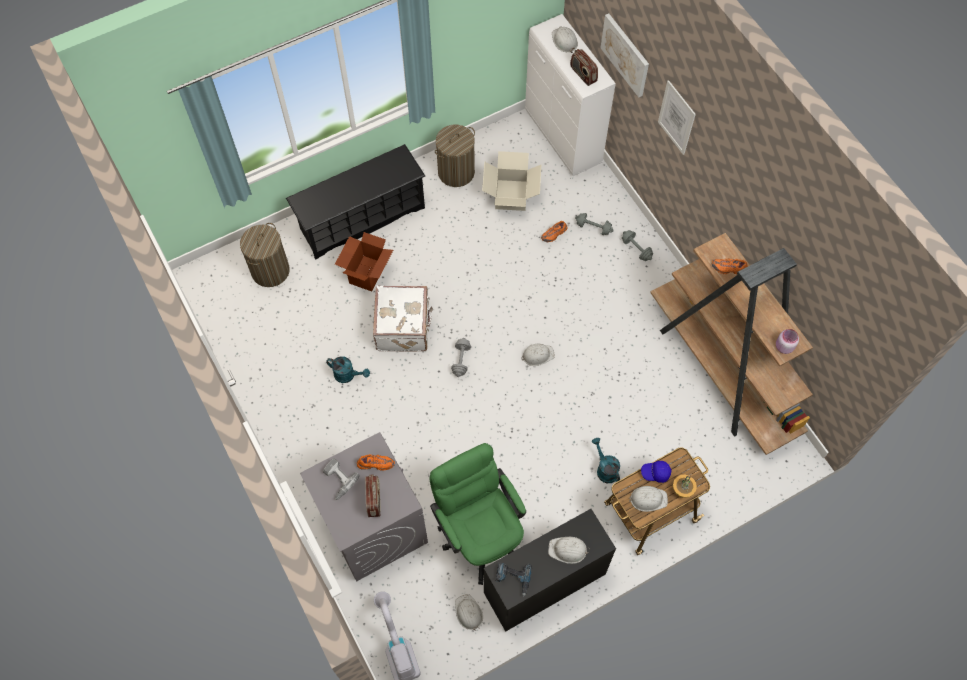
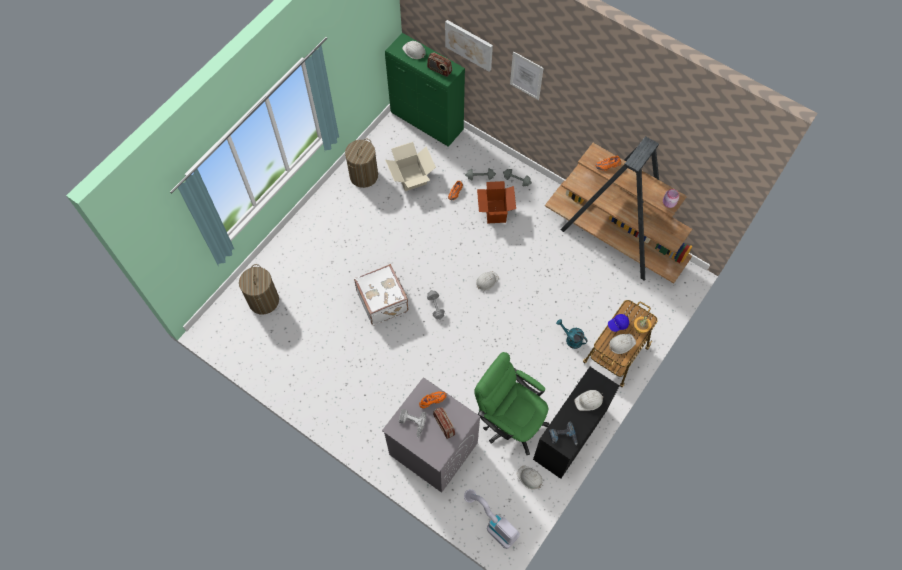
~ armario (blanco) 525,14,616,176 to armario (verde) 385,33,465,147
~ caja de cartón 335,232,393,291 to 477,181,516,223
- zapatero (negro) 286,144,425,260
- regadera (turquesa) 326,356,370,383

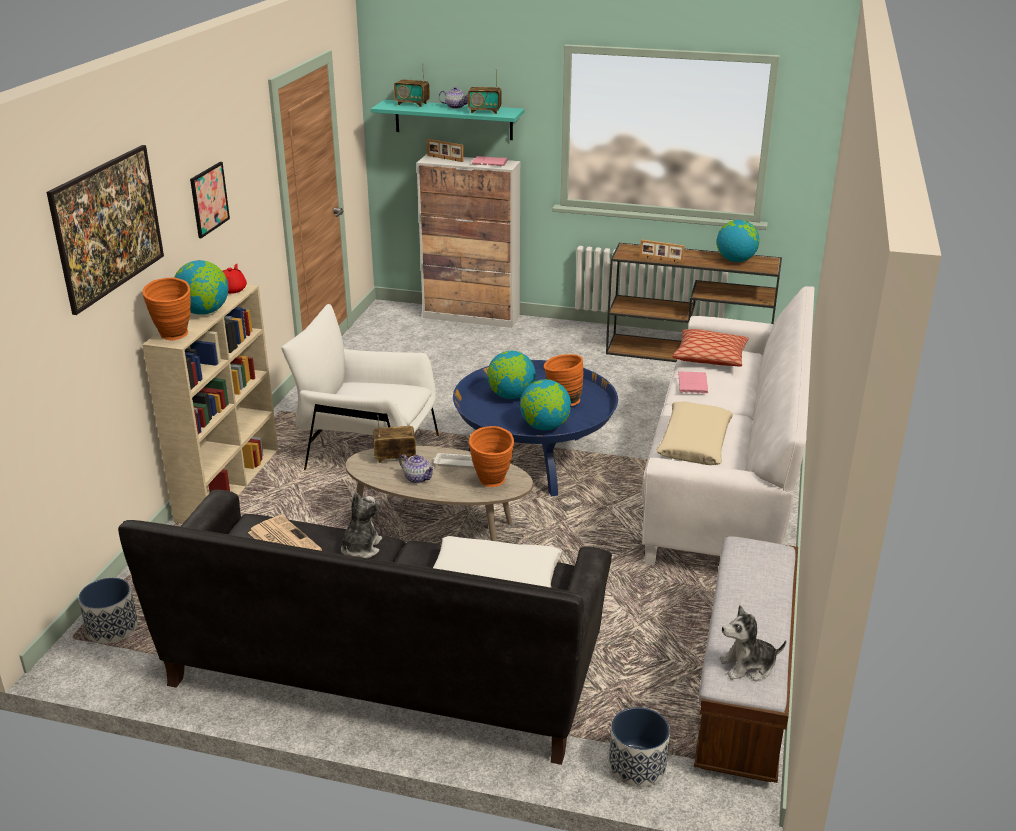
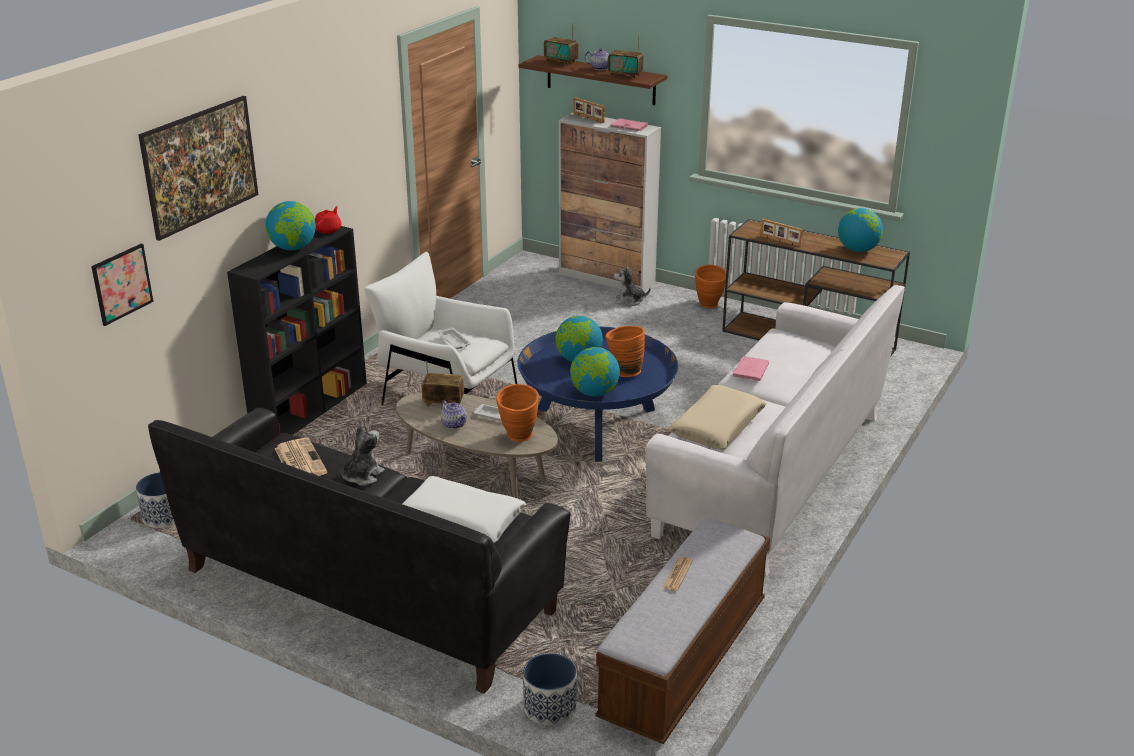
~ cuadro 190,162,230,238 to 91,244,153,326
~ estantería (beis) 142,284,278,523 to estantería (negro) 227,226,367,435
+ bandeja (blanco) 438,327,471,349
~ estante (turquesa) 371,100,524,140 to estante (marrón) 519,55,667,105
~ peluche 720,605,786,681 to 614,266,650,306
+ periódico 663,557,693,591
~ florero (naranja) 142,278,191,340 to 695,265,726,308
- cojín 672,329,749,367

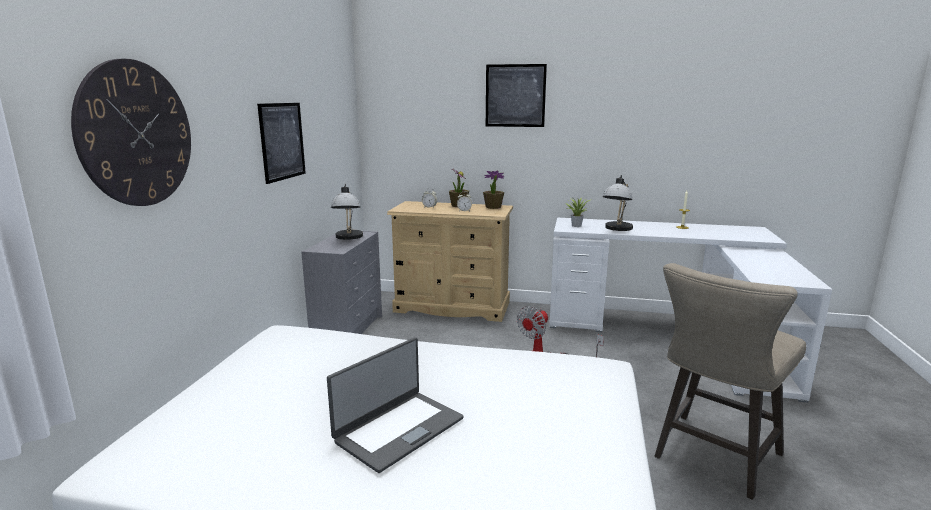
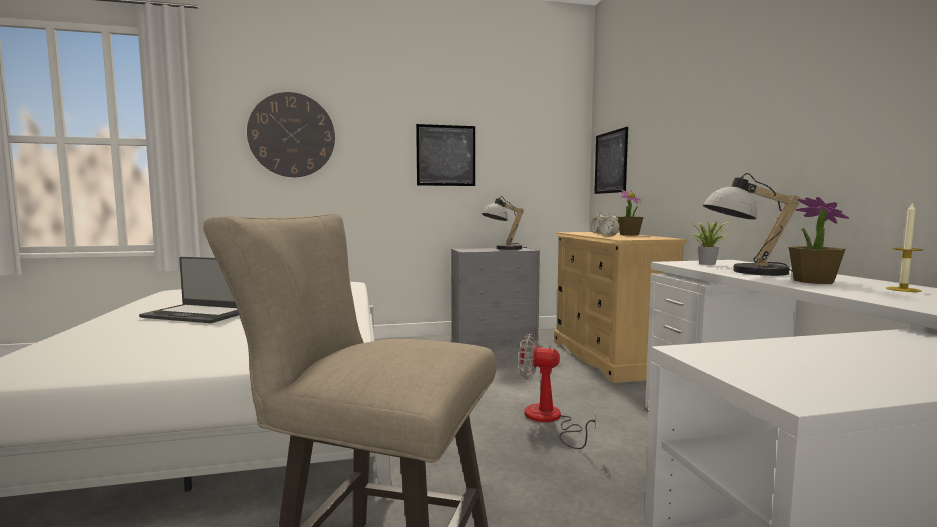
~ cuadro 486,64,547,127 to 594,127,628,194
~ planta en maceta 483,171,504,209 to 789,197,849,284

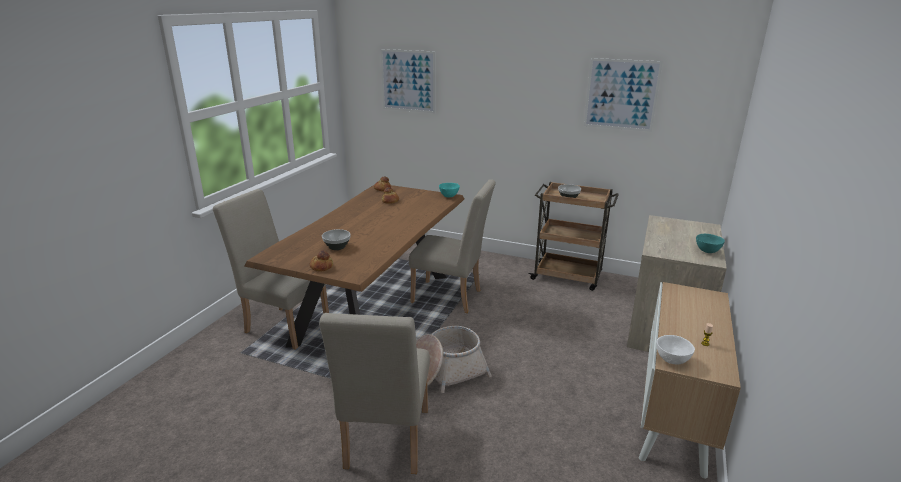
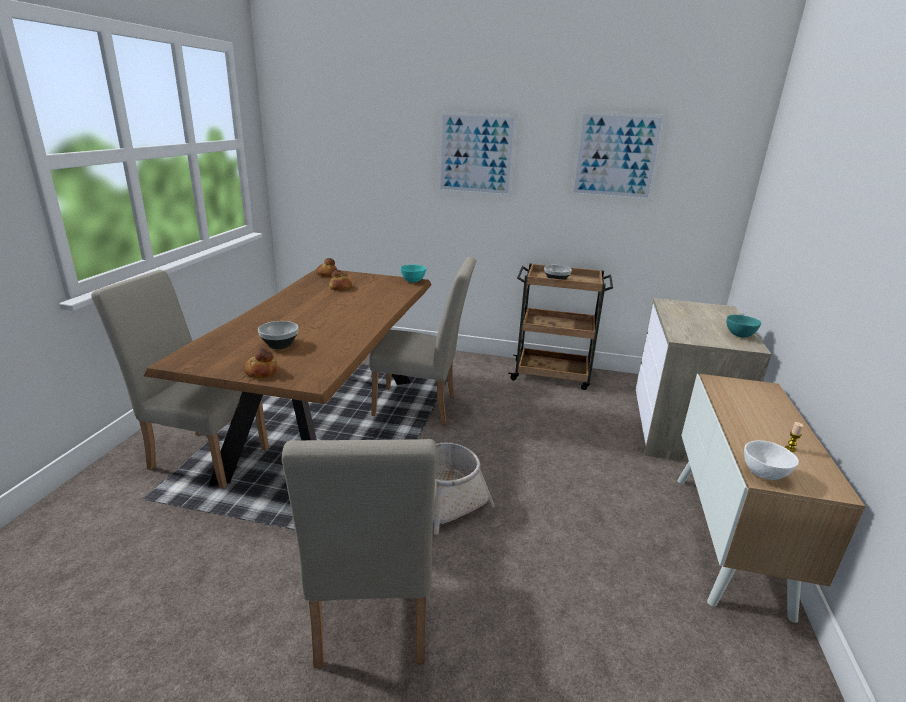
~ cuadro 381,49,436,113 to 438,112,517,197

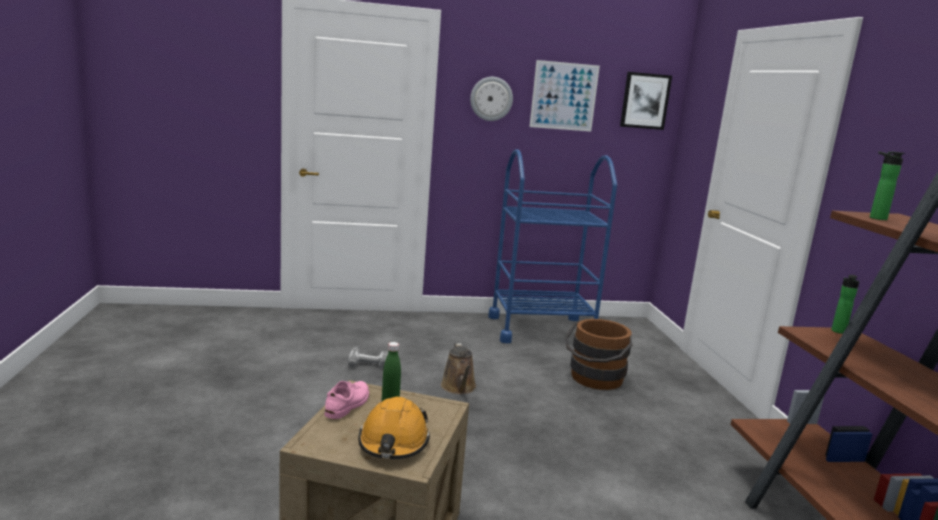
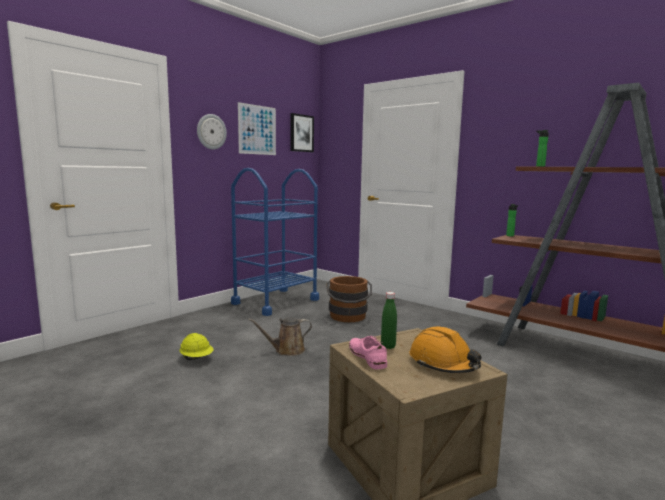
~ taladro 348,346,389,369 to casco (amarillo) 179,333,213,360
~ regadera (marrón) 441,343,476,394 = 248,317,312,356 120 degrees clockwise

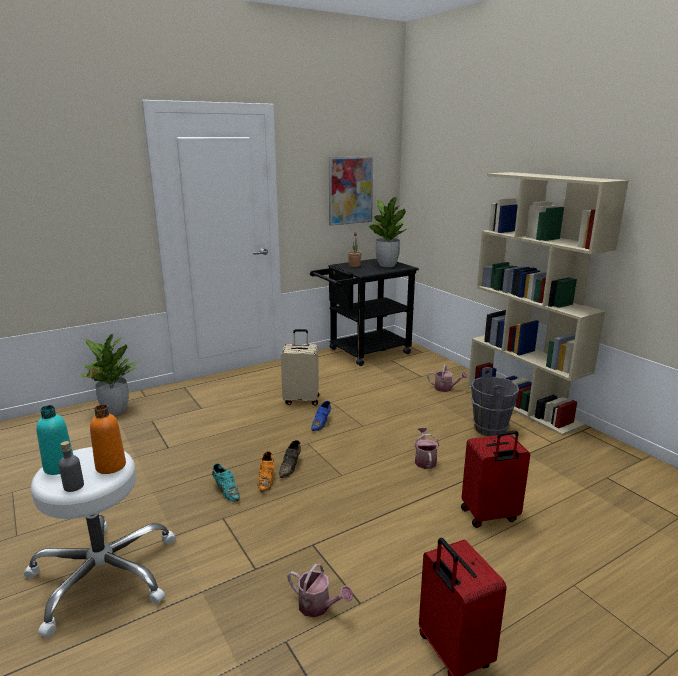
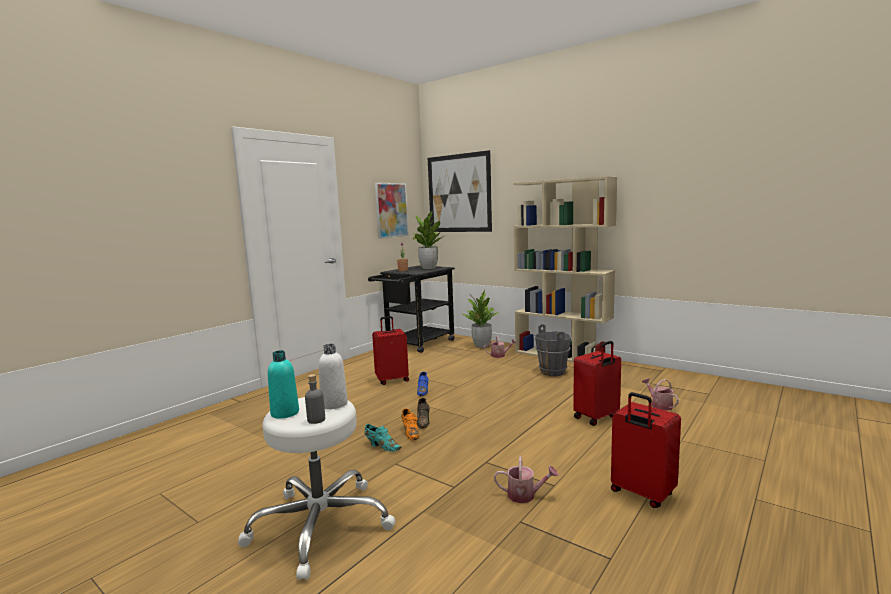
~ botella (naranja) 90,405,126,474 to botella (blanco) 319,344,348,409
~ maleta (beis) 281,329,319,406 to maleta (rojo) 372,316,409,385
+ cuadro 428,150,492,232
~ planta en maceta 79,333,138,415 to 463,290,500,348
~ regadera 414,428,439,469 to 642,378,679,411

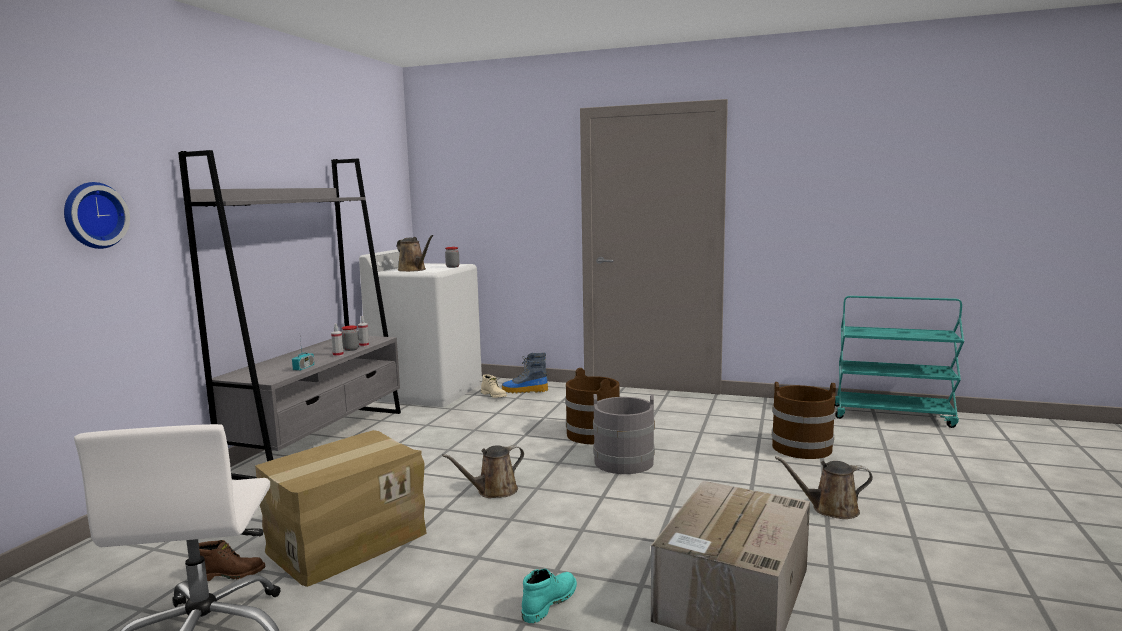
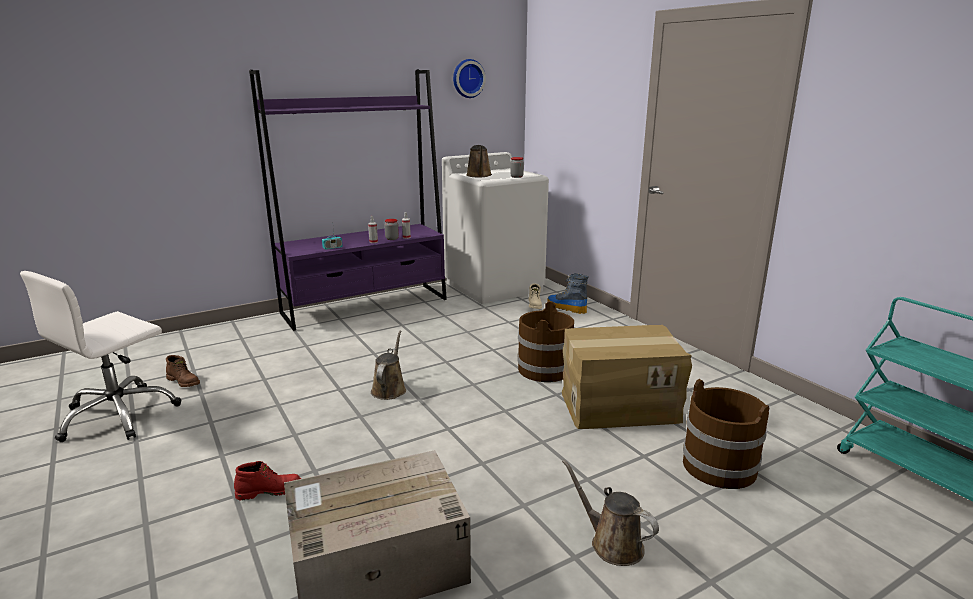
~ bota (turquesa) 522,568,577,623 to bota (rojo) 234,461,302,501
~ estantería (gris) 178,150,401,480 to estantería (morado) 249,70,447,331
~ regadera (marrón) 442,445,524,498 = 371,330,406,400 90 degrees clockwise
~ reloj de pared 64,182,130,249 to 453,59,486,98
~ caja de cartón 255,430,427,587 to 562,325,692,429
- cubo (gris) 593,394,655,474

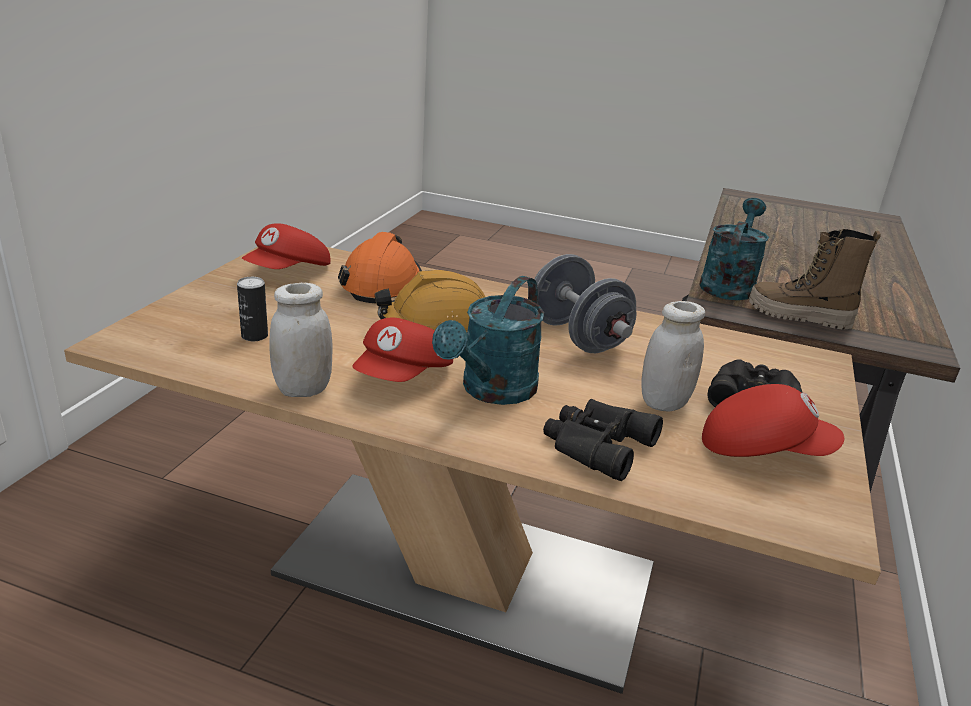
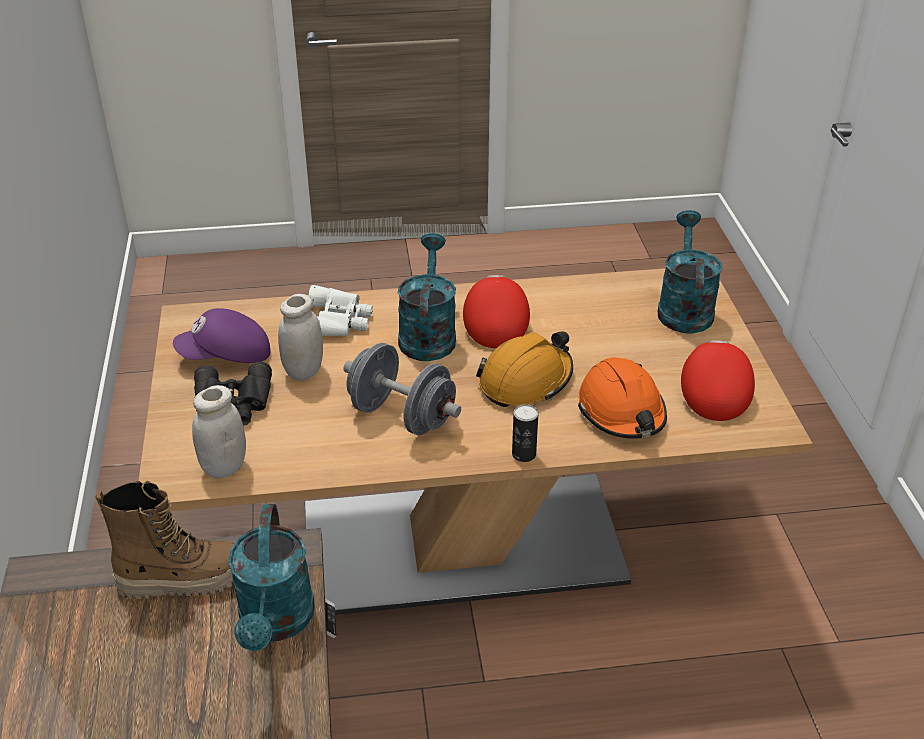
~ gorra (rojo) 702,384,845,457 to gorra (morado) 173,308,271,363
~ tarro (blanco) 270,283,332,397 to 192,385,246,478
~ prismáticos (negro) 543,399,663,481 to prismáticos (blanco) 309,285,373,336
~ lata 237,277,268,341 to 512,404,538,462
+ regadera (turquesa) 657,210,723,333

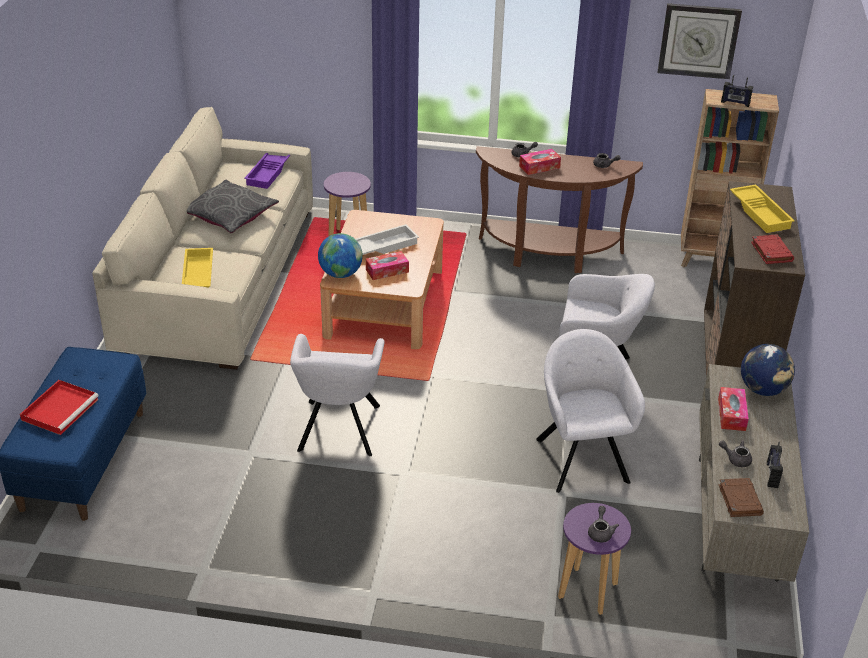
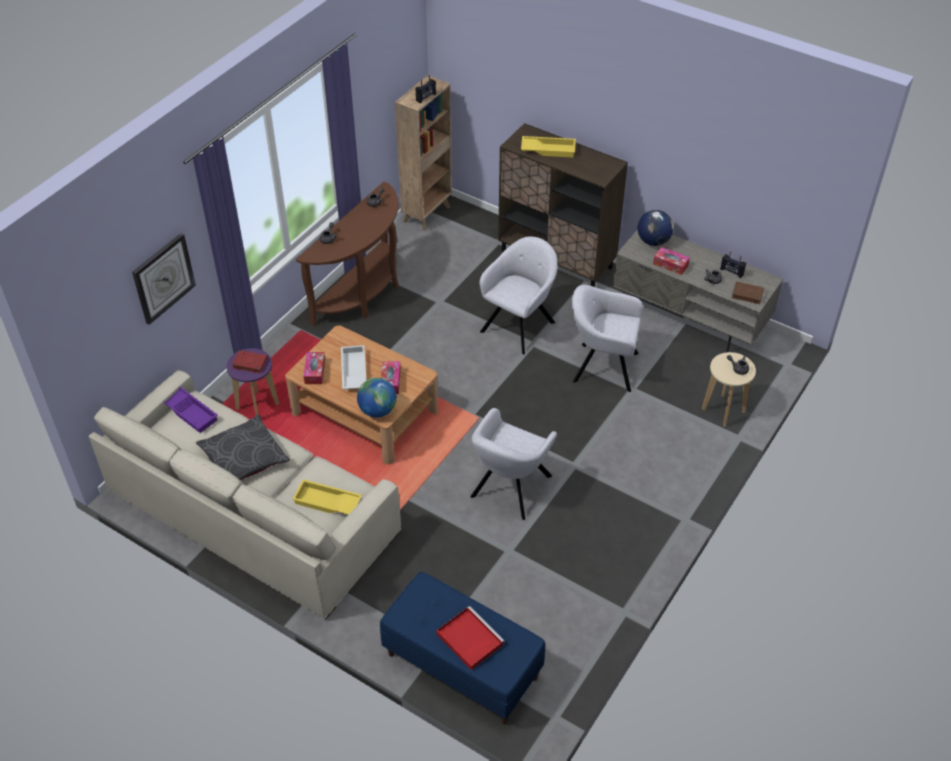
~ reloj de pared 658,3,742,79 to 132,233,196,325
~ libro (rojo) 751,234,794,264 to 231,350,268,373
~ caja de pañuelos 519,149,561,175 to 304,352,325,384
~ sillón (gris) 290,334,384,456 = 470,408,557,520 90 degrees clockwise
~ taburete (morado) 558,503,631,615 to taburete (beis) 702,352,756,427

